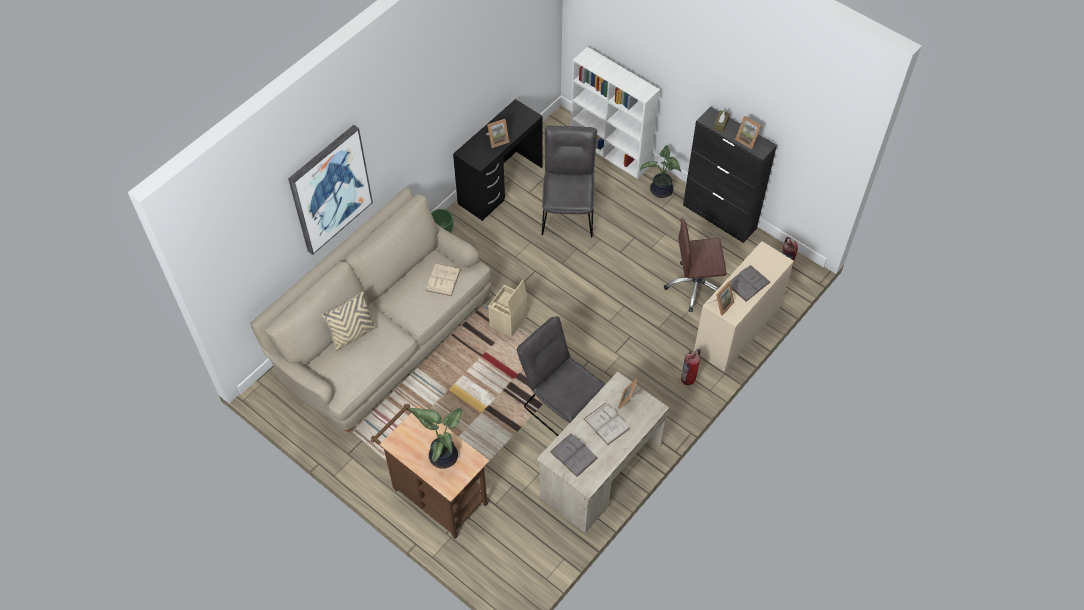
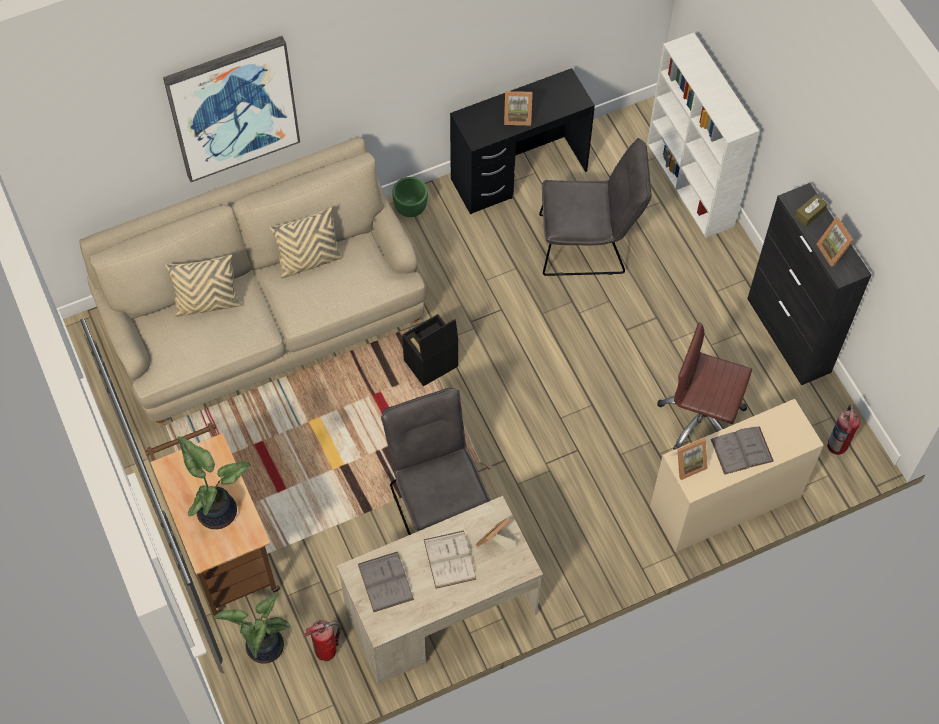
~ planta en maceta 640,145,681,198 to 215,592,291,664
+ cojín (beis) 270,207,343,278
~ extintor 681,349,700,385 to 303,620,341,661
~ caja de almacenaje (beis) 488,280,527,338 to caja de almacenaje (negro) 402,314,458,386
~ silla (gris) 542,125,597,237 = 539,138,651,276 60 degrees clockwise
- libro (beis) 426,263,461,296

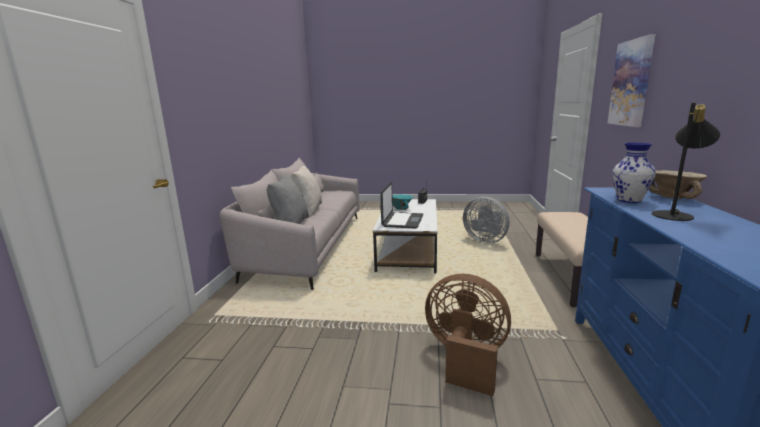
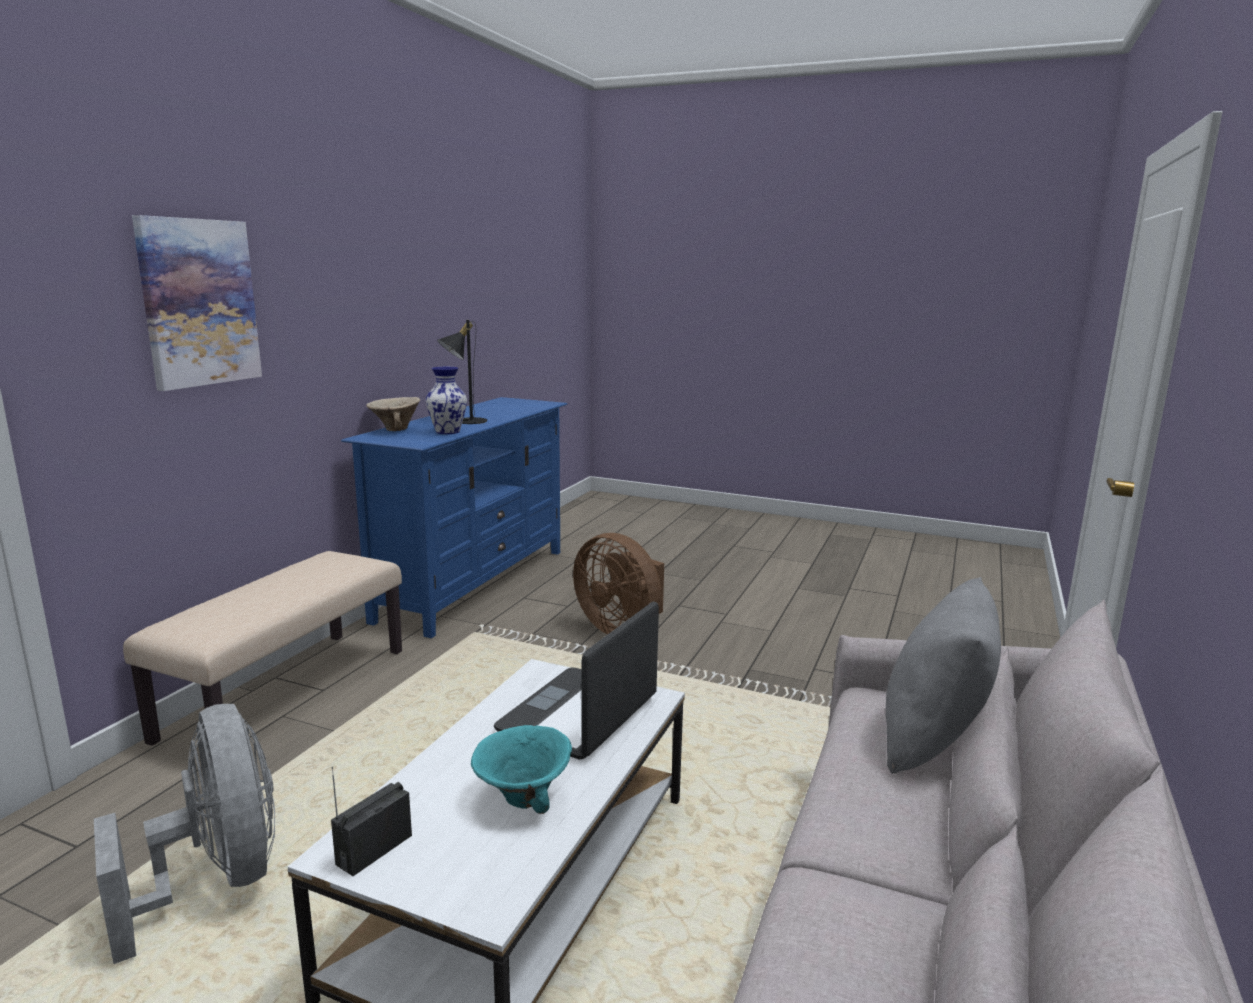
- cojín (beis) 290,166,322,217

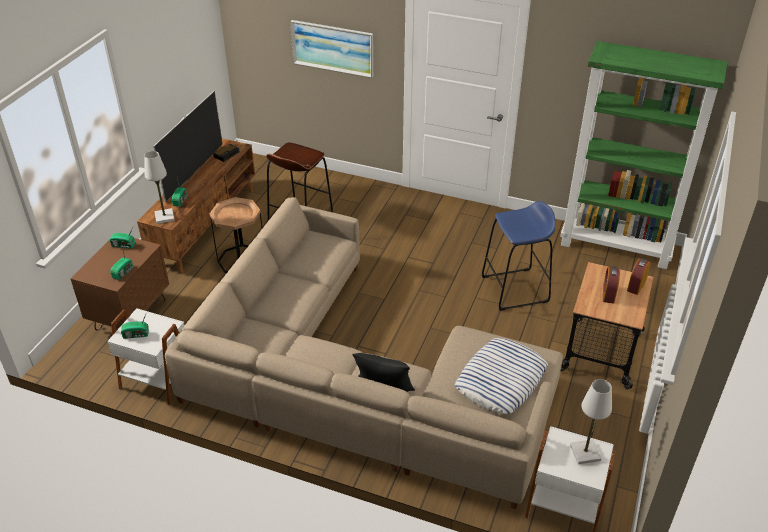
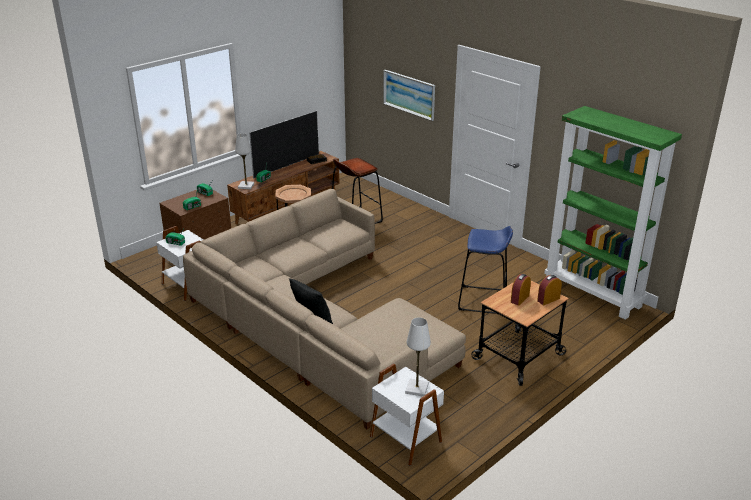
- cojín 455,338,548,414

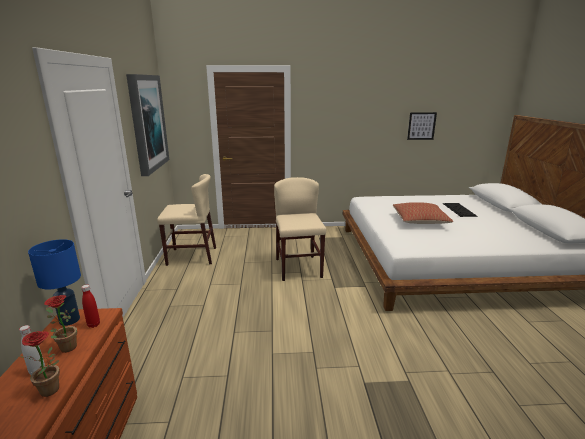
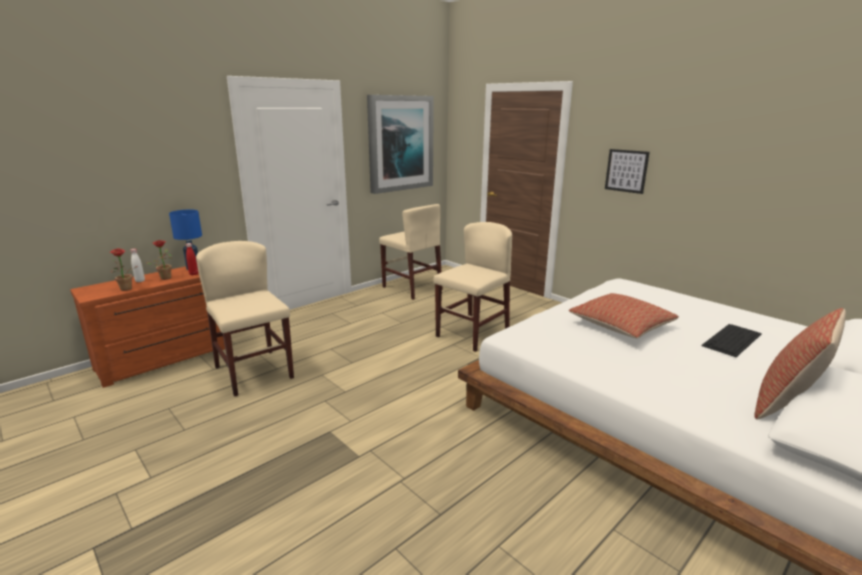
+ silla (beis) 196,241,294,397
~ cuadro 407,112,437,140 to 605,149,650,194
+ cojín 755,308,846,419

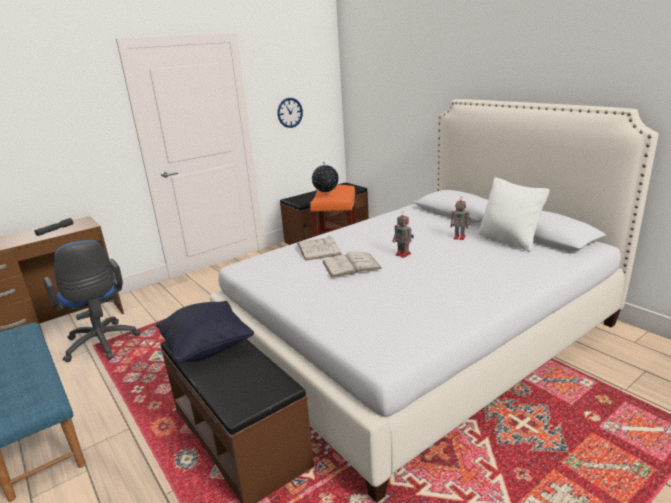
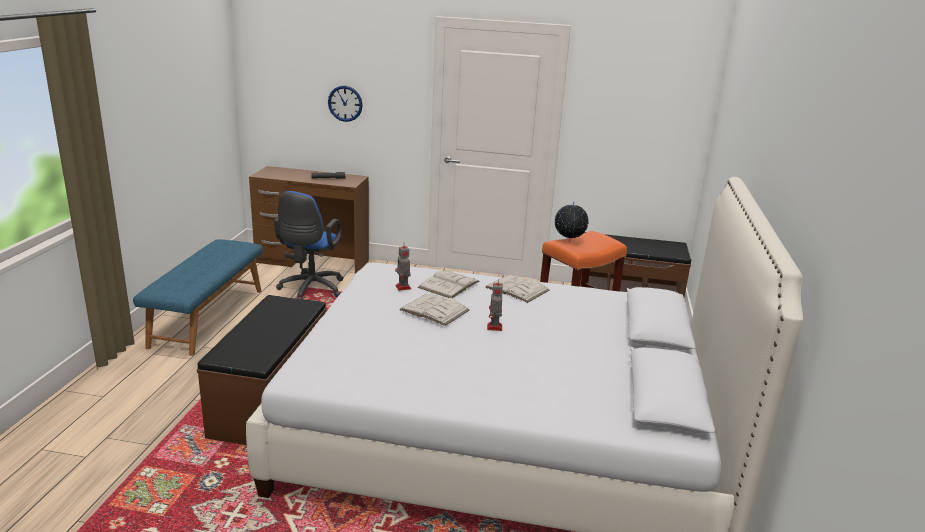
~ reloj de pared 278,98,303,128 to 328,86,363,122
~ robot de juguete 451,200,471,240 to 395,243,411,291
+ libro (blanco) 485,275,549,303
- cojín (negro) 156,301,254,363
- cojín (blanco) 478,177,550,252

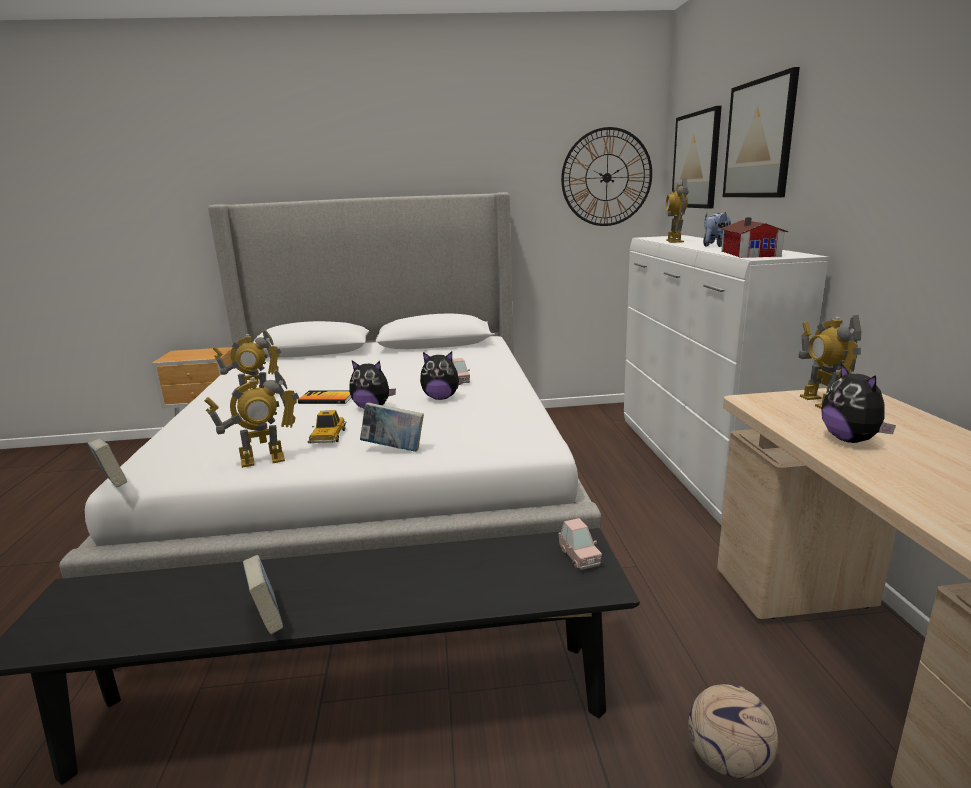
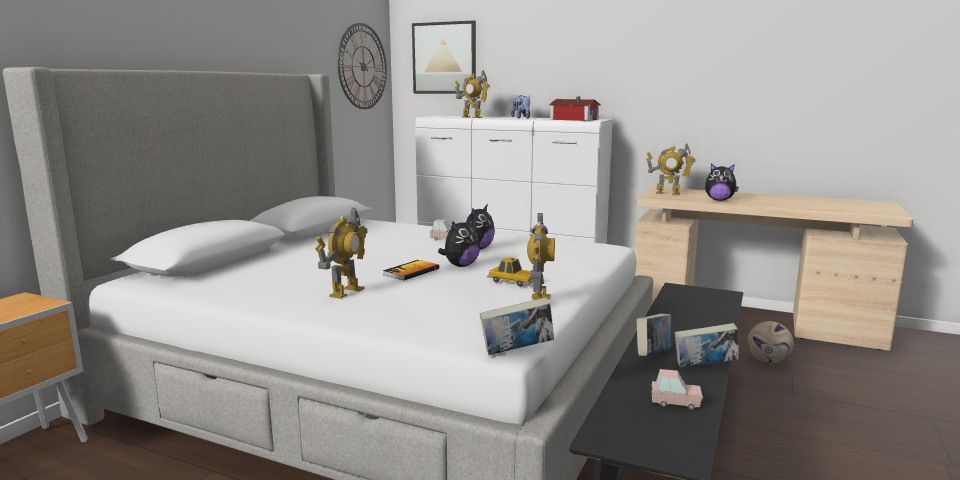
~ libro 360,403,424,452 to 637,314,671,356
~ coche de juguete (rosa) 558,518,602,570 to 652,369,703,410
- cuadro 723,67,800,198

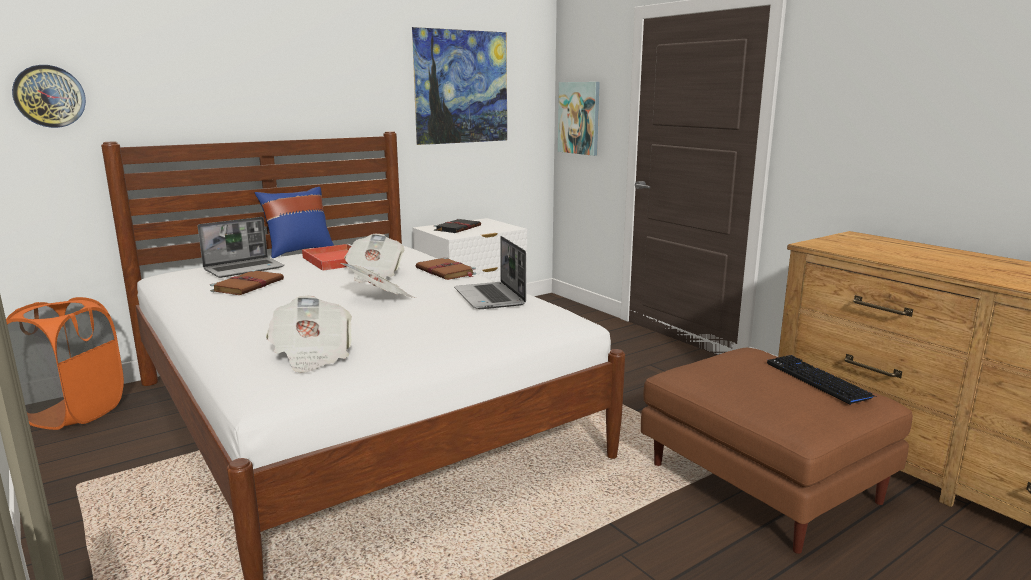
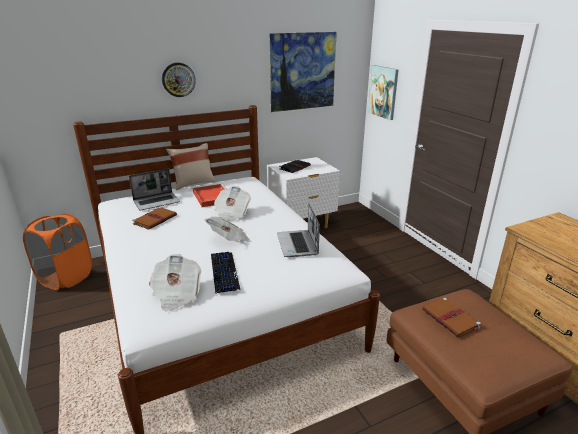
~ reloj de pared 12,65,86,128 to 162,62,196,97
~ cojín (azul) 255,187,334,258 to cojín (beis) 166,143,215,190
~ teclado 767,355,877,405 to 211,252,241,293
~ libro (marrón) 416,257,476,280 to 422,297,481,337

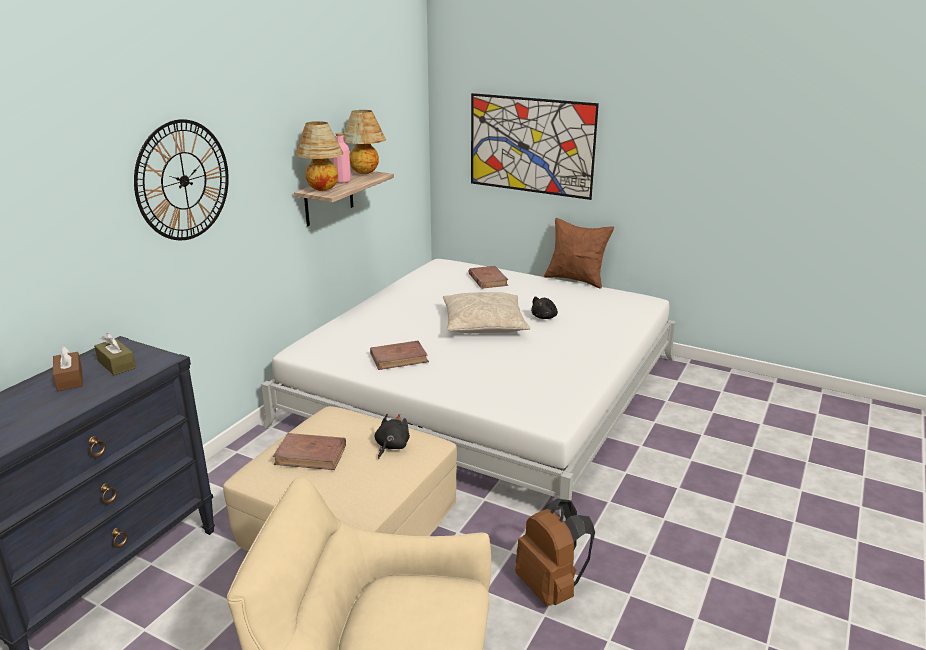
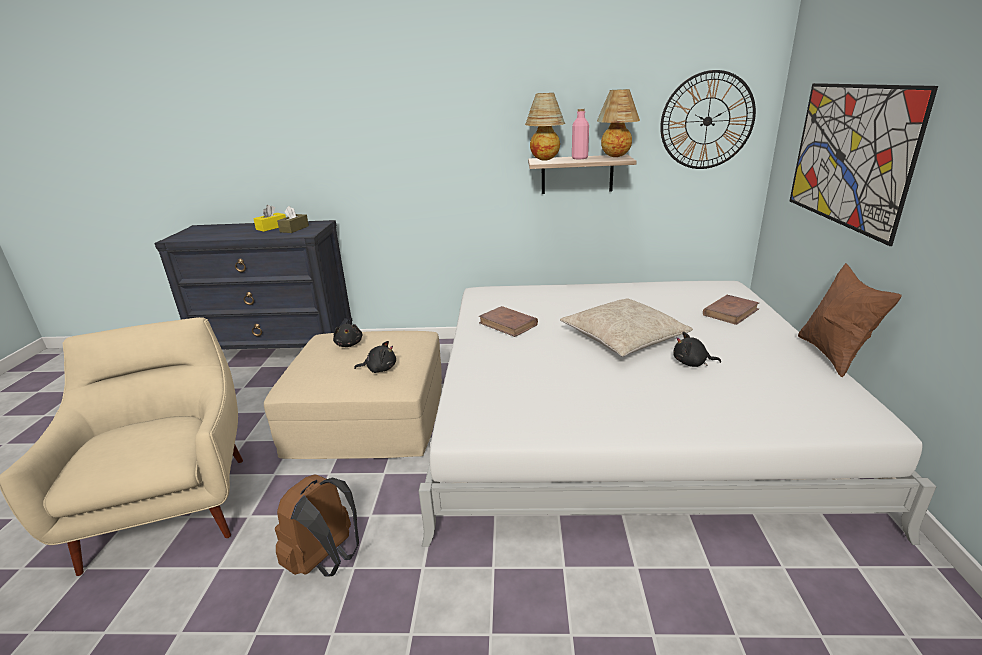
~ caja de pañuelos (marrón) 53,346,83,391 to caja de pañuelos (amarillo) 253,205,286,232
~ libro (marrón) 273,433,346,470 to peluche (negro) 333,324,362,347
~ reloj de pared 134,119,229,241 to 660,70,756,169

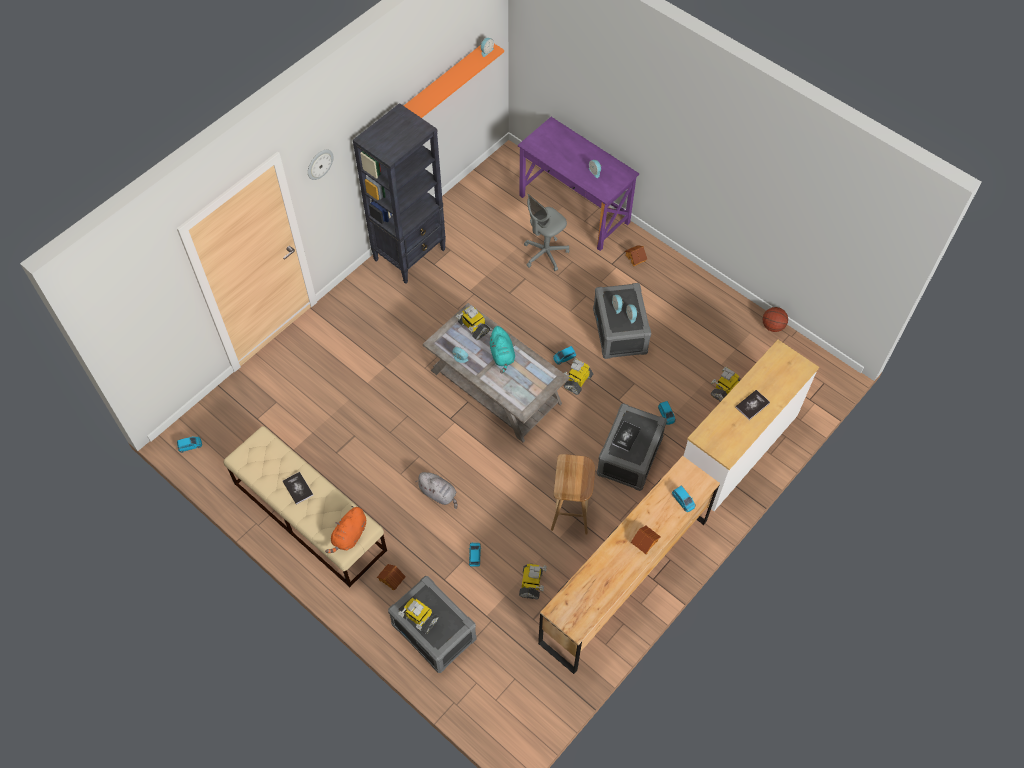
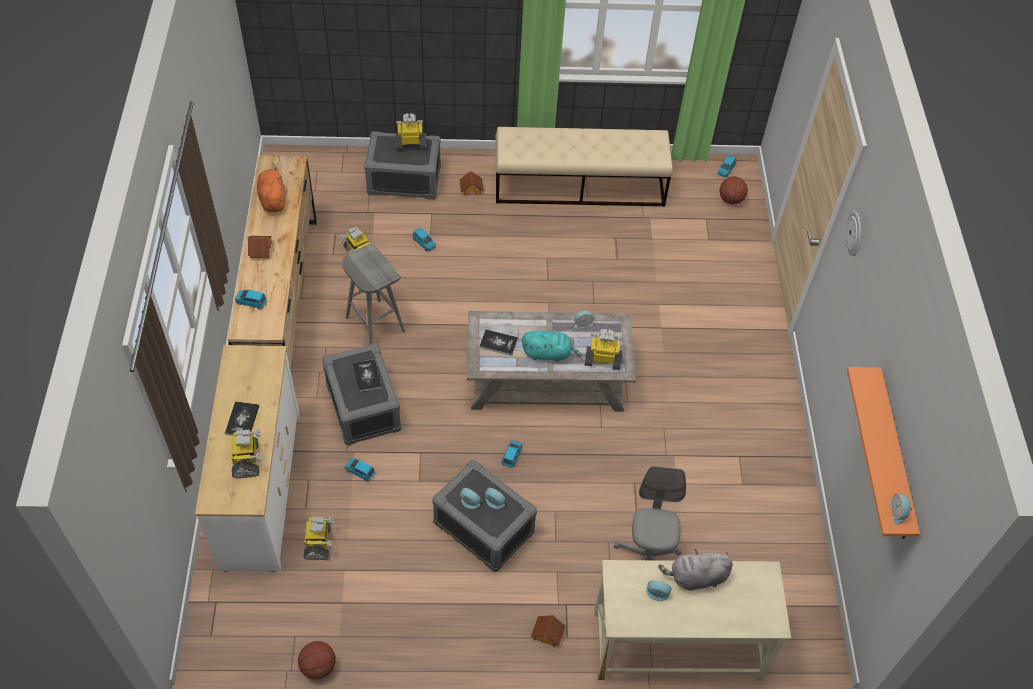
~ robot de juguete 564,358,593,395 to 231,429,261,478
~ peluche (naranja) 325,506,366,553 to 257,167,285,212
~ taburete (marrón) 551,454,595,535 to taburete (gris) 342,244,405,344
~ libro 283,472,313,505 to 479,330,518,356
~ peluche (turquesa) 489,326,515,373 = 522,331,582,362 150 degrees clockwise
~ escritorio (morado) 518,117,639,251 to escritorio (beis) 594,560,791,681
~ peluche (gris) 416,472,457,509 to 659,549,733,591
+ balón de baloncesto 720,176,748,204
- estantería (negro) 353,103,446,284

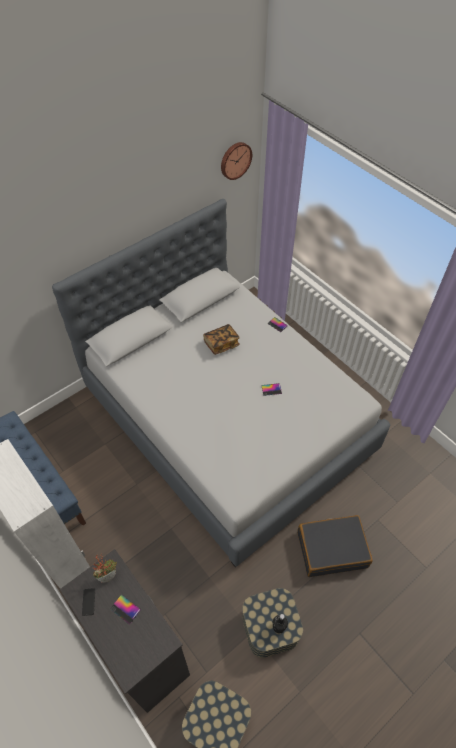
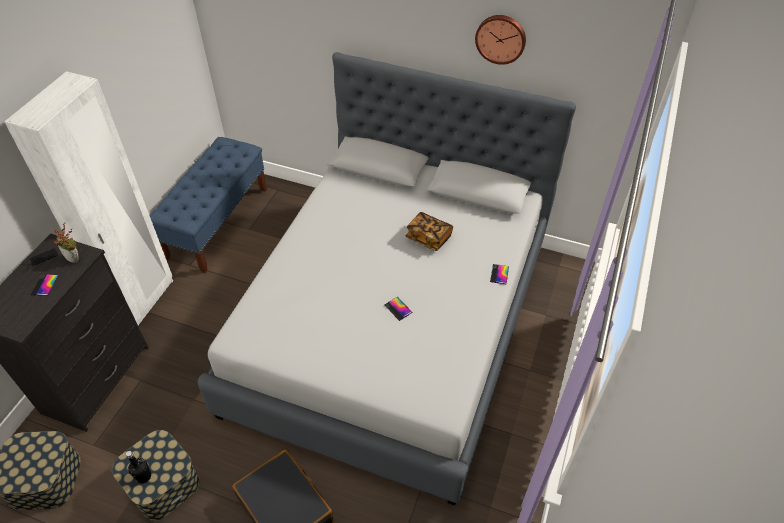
~ reloj de pared 221,142,252,180 to 475,15,526,65

